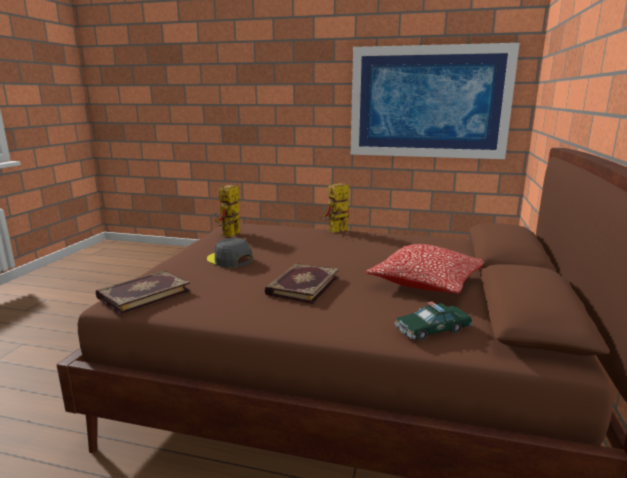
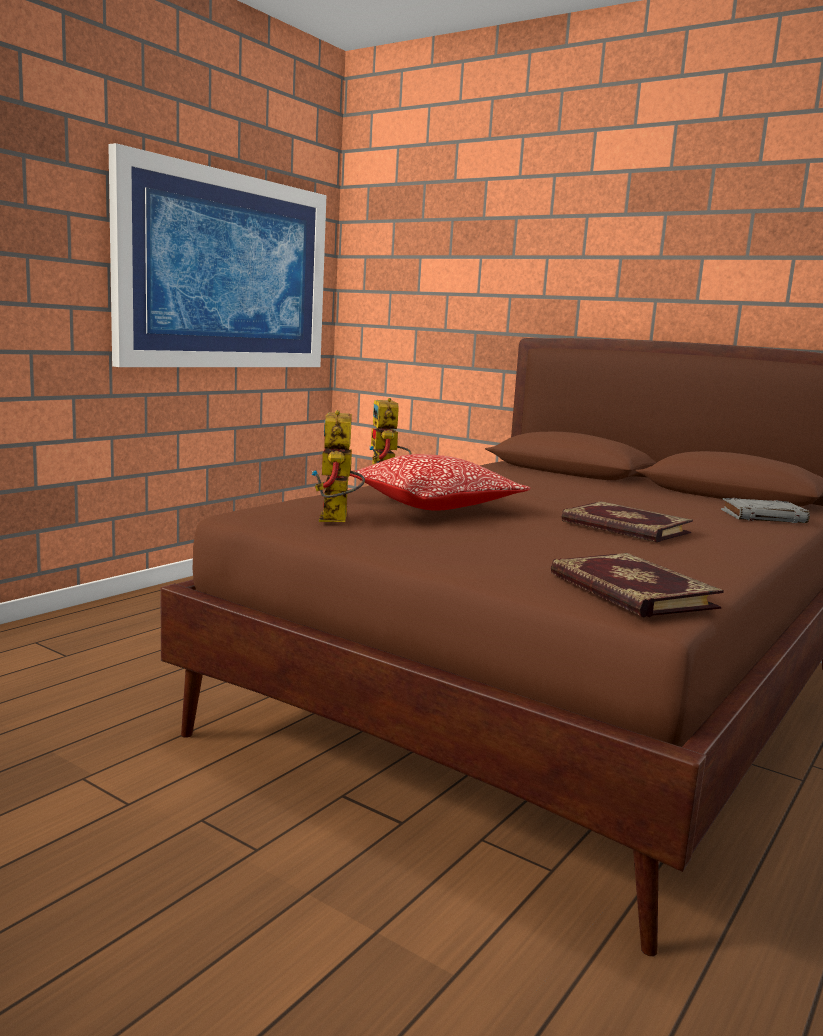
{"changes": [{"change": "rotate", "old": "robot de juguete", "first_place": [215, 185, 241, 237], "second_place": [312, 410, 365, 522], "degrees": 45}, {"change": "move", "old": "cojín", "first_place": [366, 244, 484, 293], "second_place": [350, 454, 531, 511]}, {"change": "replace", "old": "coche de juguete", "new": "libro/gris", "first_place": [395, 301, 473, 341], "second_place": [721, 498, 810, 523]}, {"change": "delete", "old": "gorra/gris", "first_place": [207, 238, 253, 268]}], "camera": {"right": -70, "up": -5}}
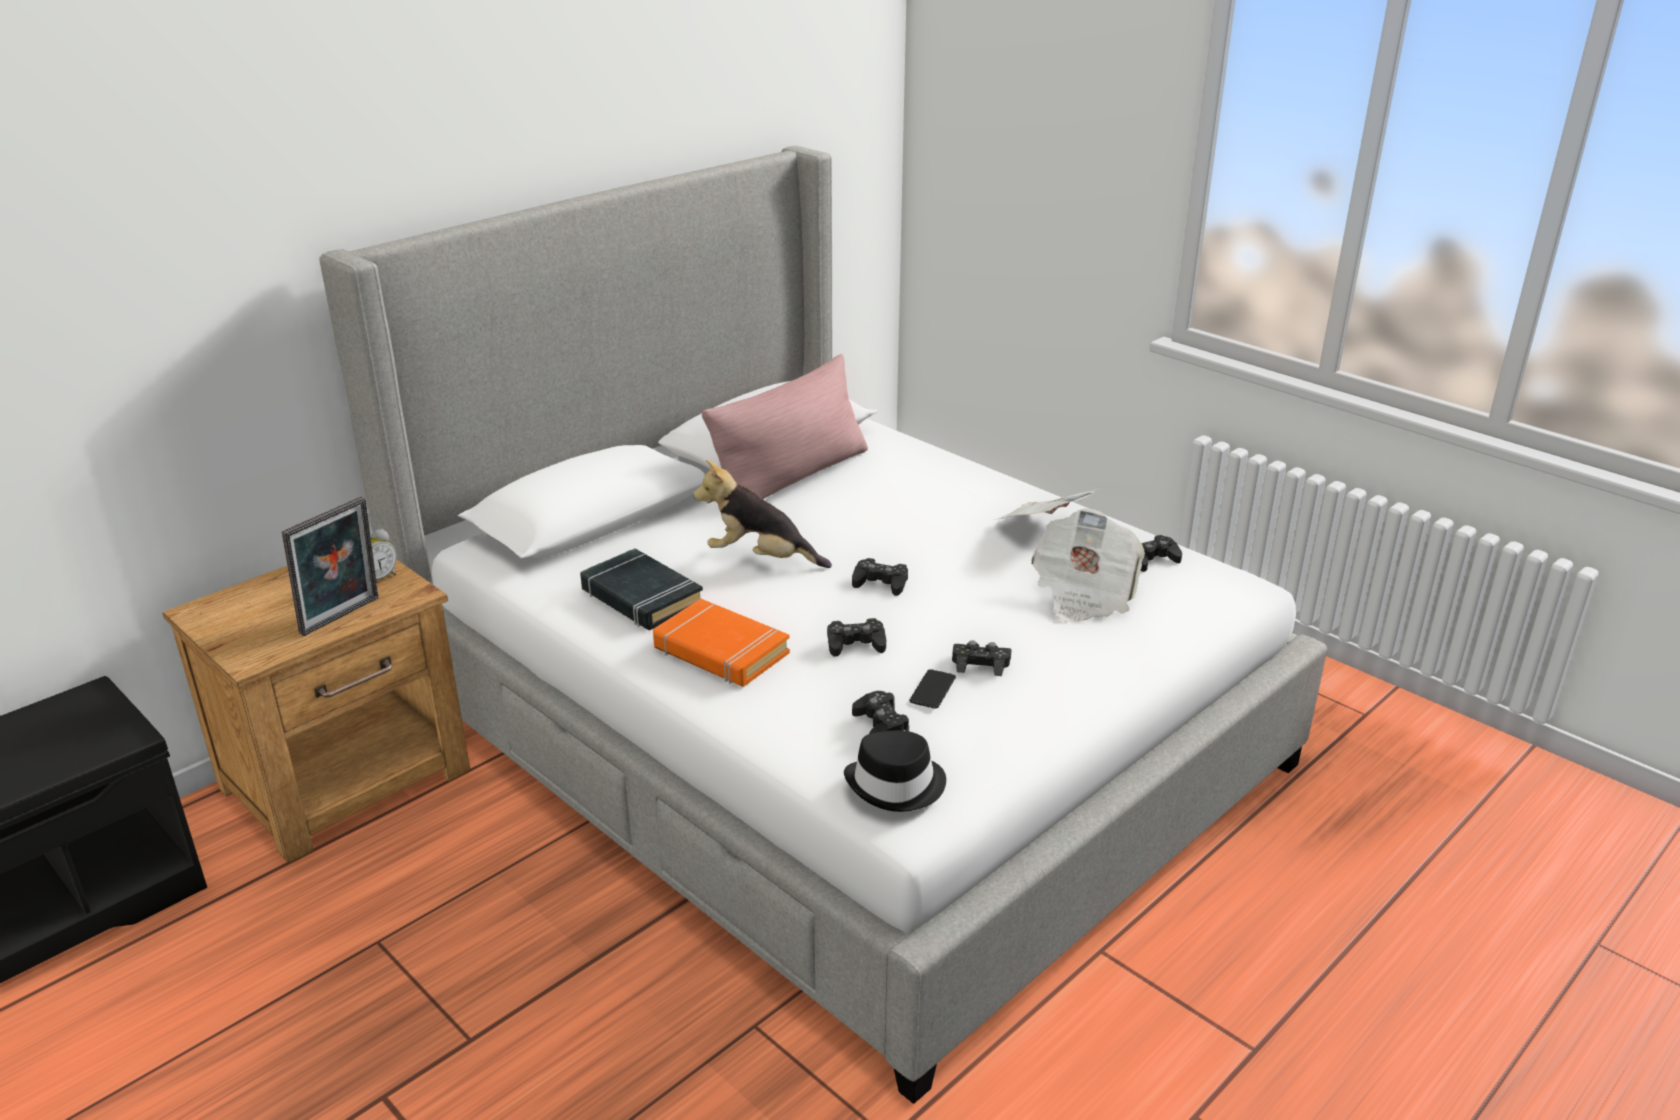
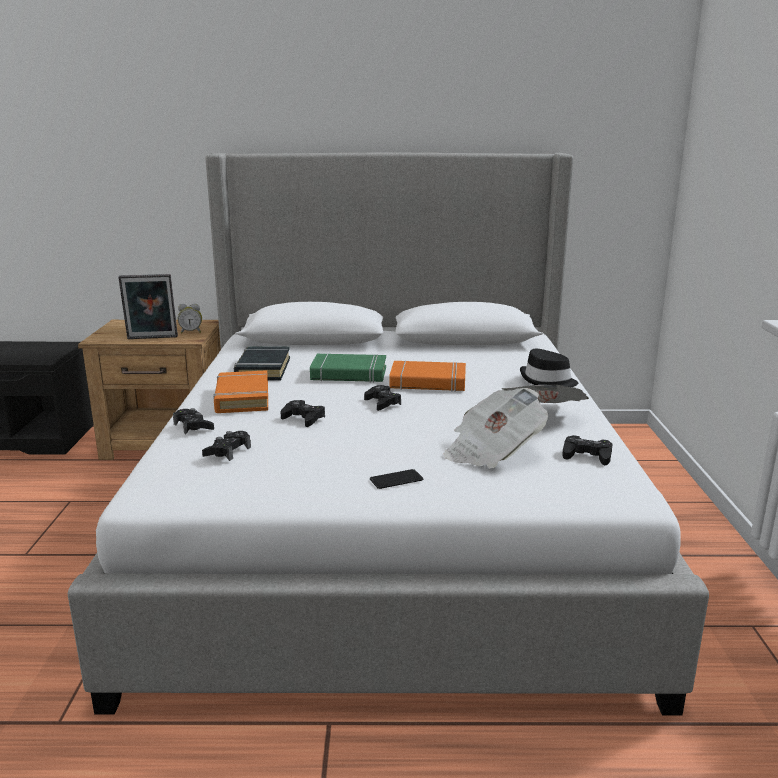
{"changes": [{"change": "move", "old": "mando de consola/negro", "first_place": [952, 640, 1012, 676], "second_place": [173, 408, 214, 434]}, {"change": "replace", "old": "peluche", "new": "libro/verde", "first_place": [693, 460, 832, 568], "second_place": [310, 354, 386, 383]}, {"change": "move", "old": "móvil", "first_place": [909, 669, 956, 708], "second_place": [370, 469, 423, 489]}, {"change": "insert", "new": "libro/naranja", "second_place": [389, 361, 466, 392]}, {"change": "move", "old": "sombrero/negro", "first_place": [844, 730, 946, 812], "second_place": [520, 349, 578, 387]}, {"change": "delete", "old": "cojín/rosa", "first_place": [702, 354, 868, 499]}], "camera": {"right": 45, "up": -10}}
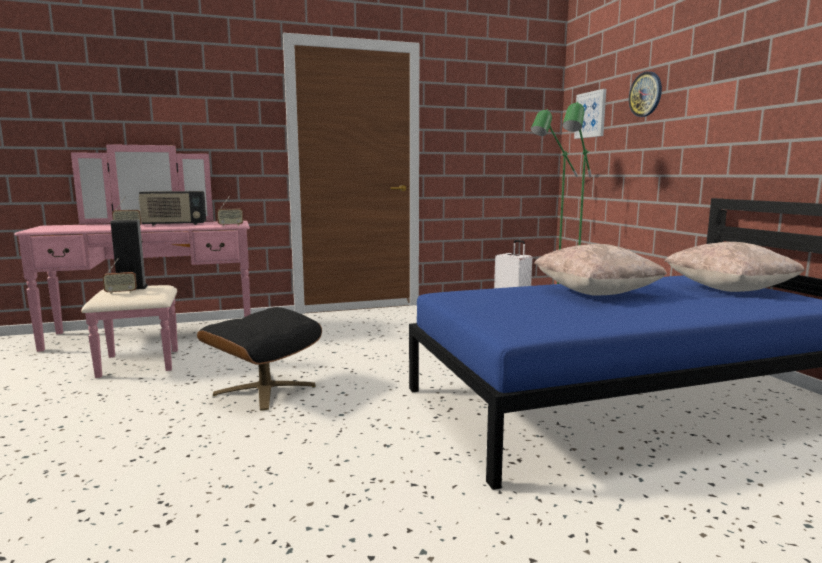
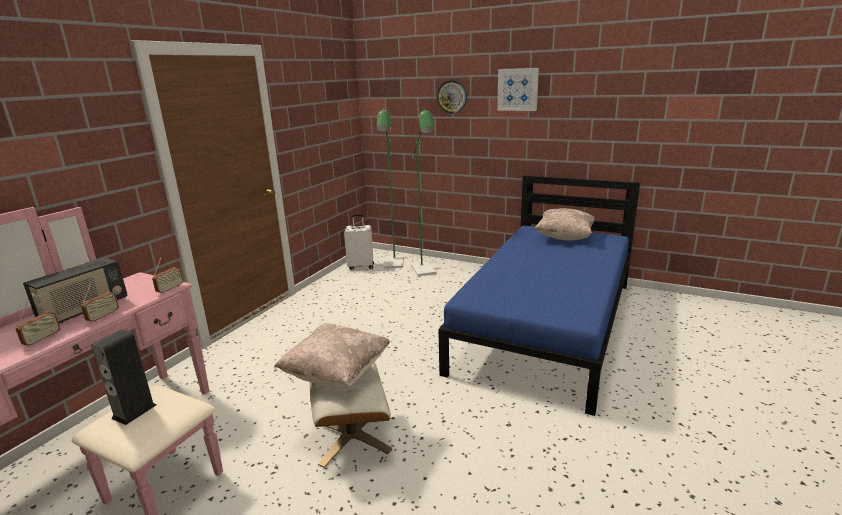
{"changes": [{"change": "move", "old": "radio", "first_place": [103, 258, 137, 294], "second_place": [81, 282, 119, 322]}, {"change": "move", "old": "cojín/beis", "first_place": [534, 244, 667, 295], "second_place": [274, 323, 390, 388]}, {"change": "recolor", "old": "puf/negro", "new": "puf/beis", "first_place": [197, 307, 322, 411], "second_place": [310, 362, 392, 468]}, {"change": "move", "old": "cuadro", "first_place": [574, 89, 606, 139], "second_place": [497, 68, 539, 111]}], "camera": {"right": -45, "up": 10}}
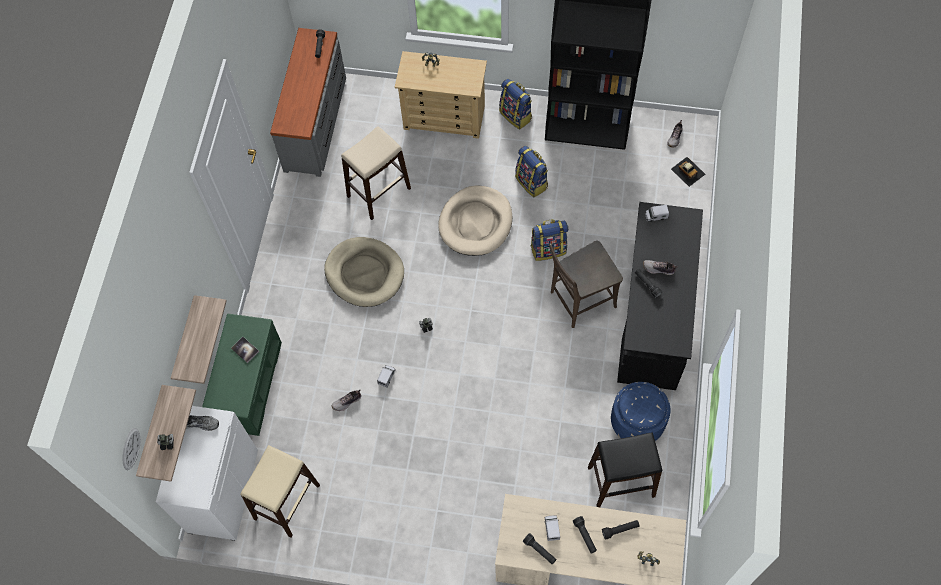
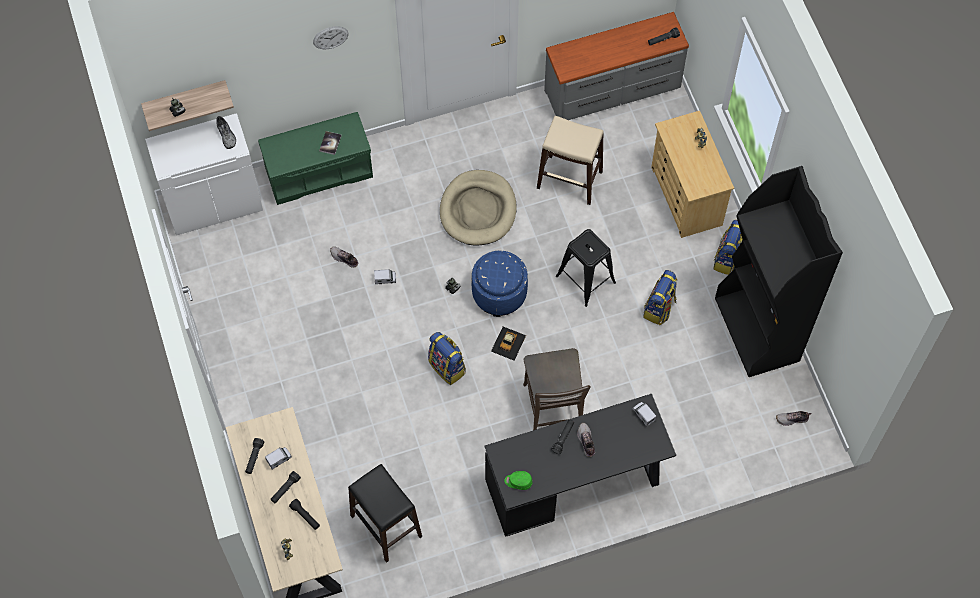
{"changes": [{"change": "move", "old": "reloj de pared", "first_place": [122, 428, 140, 470], "second_place": [313, 26, 349, 49]}, {"change": "move", "old": "mochila", "first_place": [531, 219, 568, 261], "second_place": [428, 332, 466, 385]}, {"change": "move", "old": "puf/azul", "first_place": [611, 382, 670, 441], "second_place": [472, 251, 528, 317]}, {"change": "move", "old": "coche de juguete", "first_place": [671, 157, 705, 187], "second_place": [491, 326, 526, 360]}, {"change": "insert", "new": "gorra/verde", "second_place": [504, 471, 533, 490]}, {"change": "rotate", "old": "silla/marrón", "first_place": [549, 241, 623, 328], "second_place": [523, 348, 591, 430], "degrees": -135}, {"change": "replace", "old": "cama para perro/beis", "new": "taburete/negro", "first_place": [438, 186, 512, 256], "second_place": [556, 229, 616, 307]}, {"change": "delete", "old": "estante", "first_place": [171, 295, 227, 384]}, {"change": "delete", "old": "taburete/beis", "first_place": [240, 445, 320, 538]}], "camera": {"right": 60, "up": 0}}
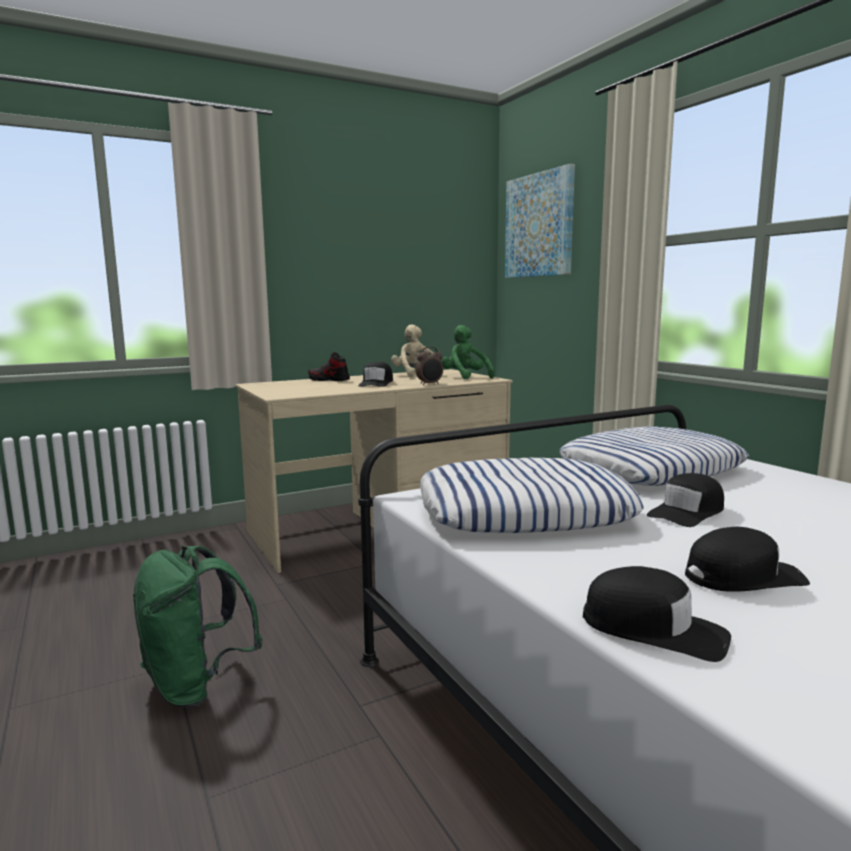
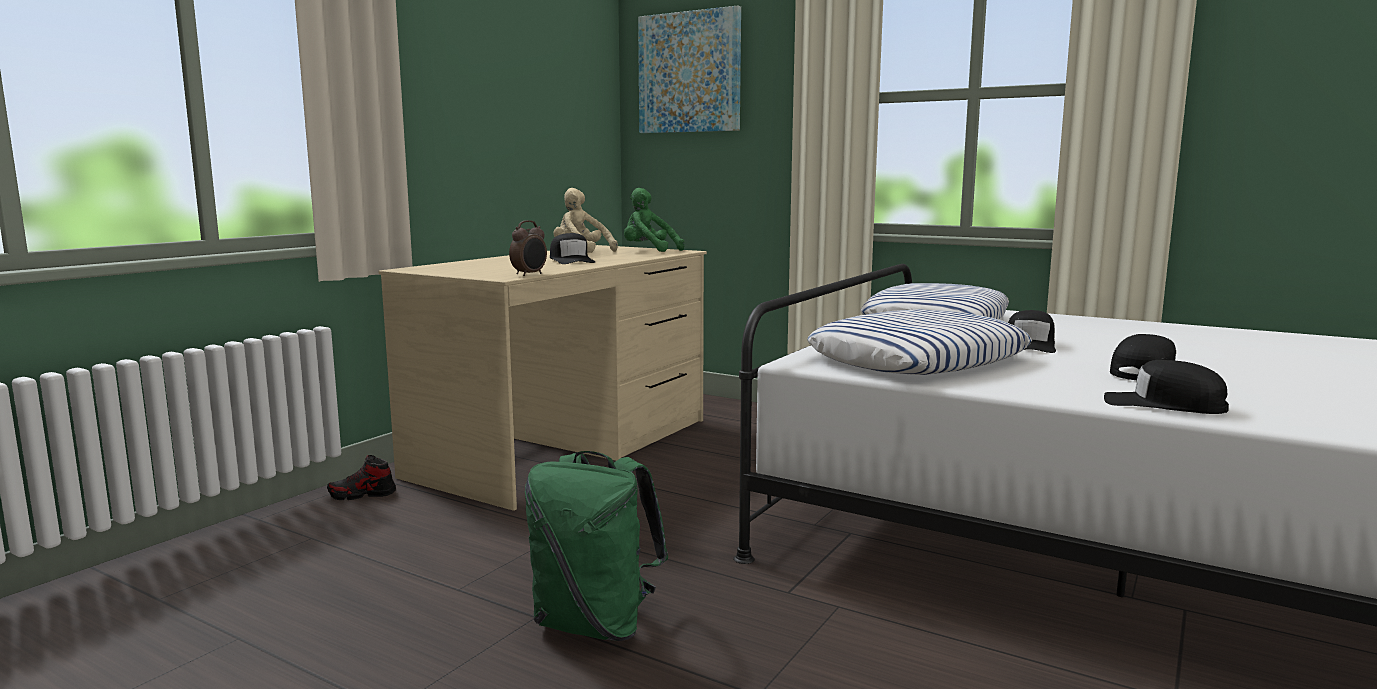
{"changes": [{"change": "move", "old": "zapato", "first_place": [308, 352, 350, 381], "second_place": [327, 455, 396, 500]}, {"change": "move", "old": "despertador", "first_place": [415, 347, 443, 385], "second_place": [509, 220, 547, 276]}, {"change": "rotate", "old": "gorra/negro", "first_place": [583, 566, 731, 662], "second_place": [1104, 360, 1229, 414], "degrees": -150}], "camera": {"right": -30, "up": 0}}
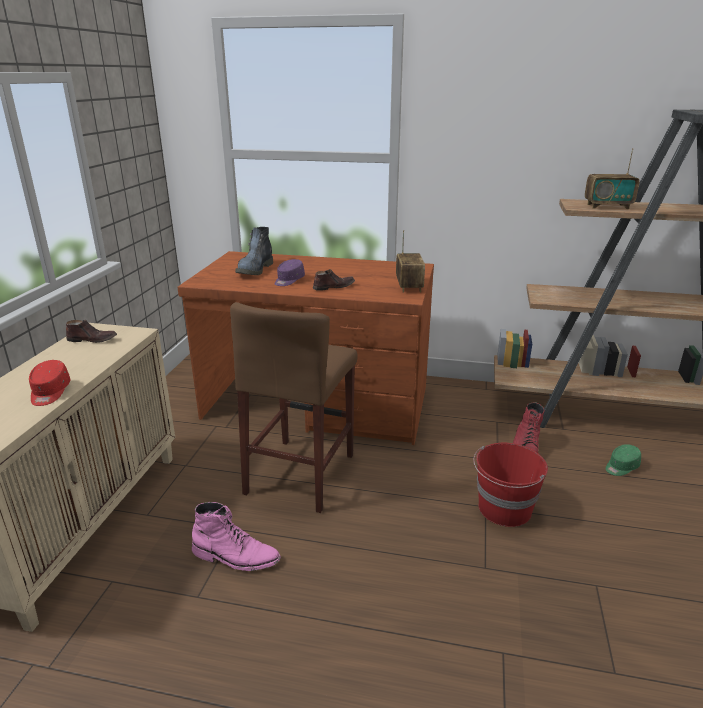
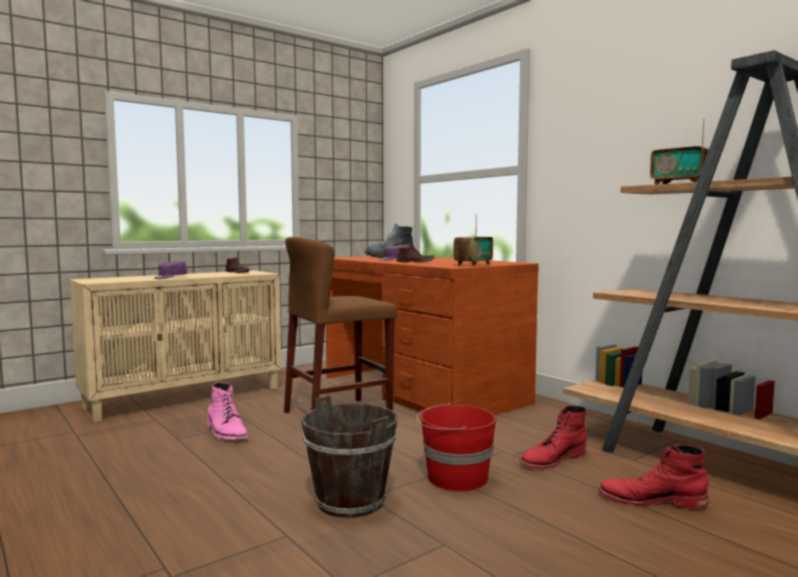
{"changes": [{"change": "recolor", "old": "gorra/rojo", "new": "gorra/morado", "first_place": [29, 360, 70, 406], "second_place": [153, 261, 188, 279]}, {"change": "insert", "new": "cubo/marrón", "second_place": [301, 395, 398, 518]}, {"change": "replace", "old": "gorra/verde", "new": "bota/rojo", "first_place": [606, 444, 641, 476], "second_place": [598, 445, 708, 509]}], "camera": {"right": 40, "up": -20}}
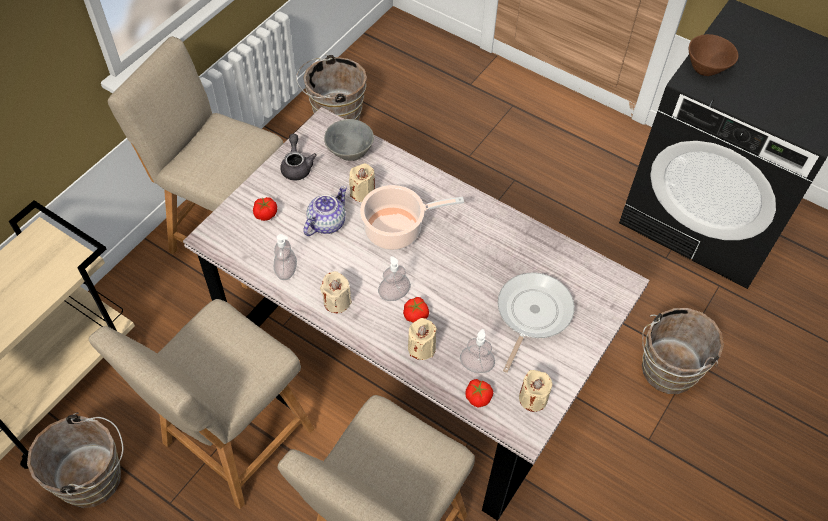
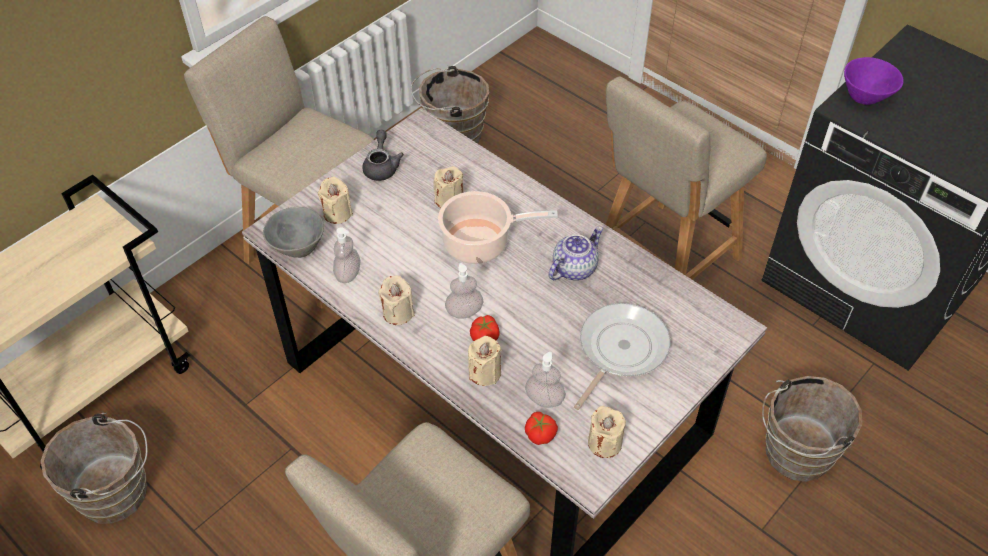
{"changes": [{"change": "move", "old": "cuenco/gris", "first_place": [324, 119, 374, 161], "second_place": [263, 207, 324, 258]}, {"change": "replace", "old": "tomate", "new": "vela/beis", "first_place": [253, 197, 277, 221], "second_place": [318, 177, 353, 224]}, {"change": "move", "old": "tetera", "first_place": [303, 186, 347, 236], "second_place": [549, 227, 603, 280]}, {"change": "move", "old": "silla/beis", "first_place": [89, 299, 315, 509], "second_place": [605, 77, 767, 280]}, {"change": "recolor", "old": "cuenco/marrón", "new": "cuenco/morado", "first_place": [689, 34, 739, 76], "second_place": [844, 57, 904, 105]}], "camera": {"right": 10, "up": -5}}
